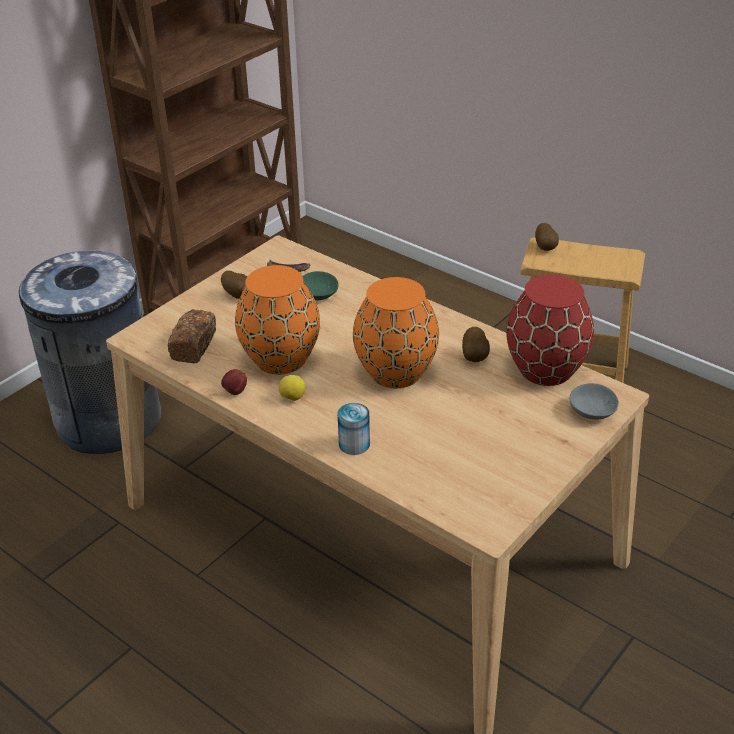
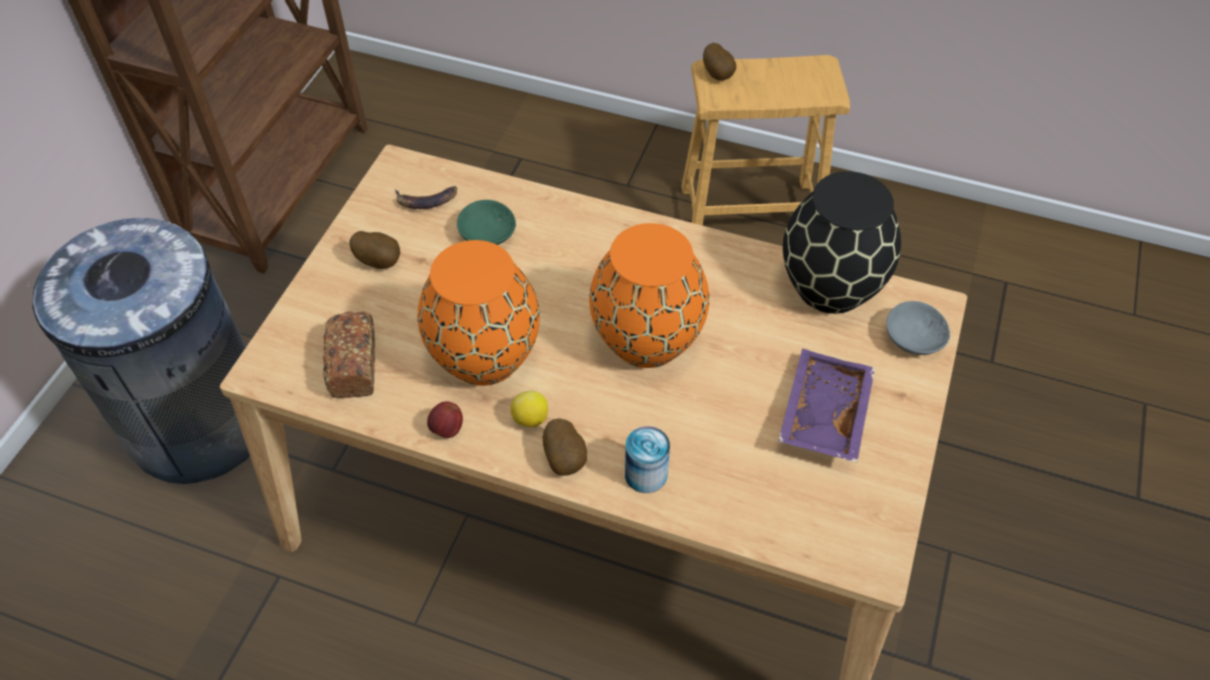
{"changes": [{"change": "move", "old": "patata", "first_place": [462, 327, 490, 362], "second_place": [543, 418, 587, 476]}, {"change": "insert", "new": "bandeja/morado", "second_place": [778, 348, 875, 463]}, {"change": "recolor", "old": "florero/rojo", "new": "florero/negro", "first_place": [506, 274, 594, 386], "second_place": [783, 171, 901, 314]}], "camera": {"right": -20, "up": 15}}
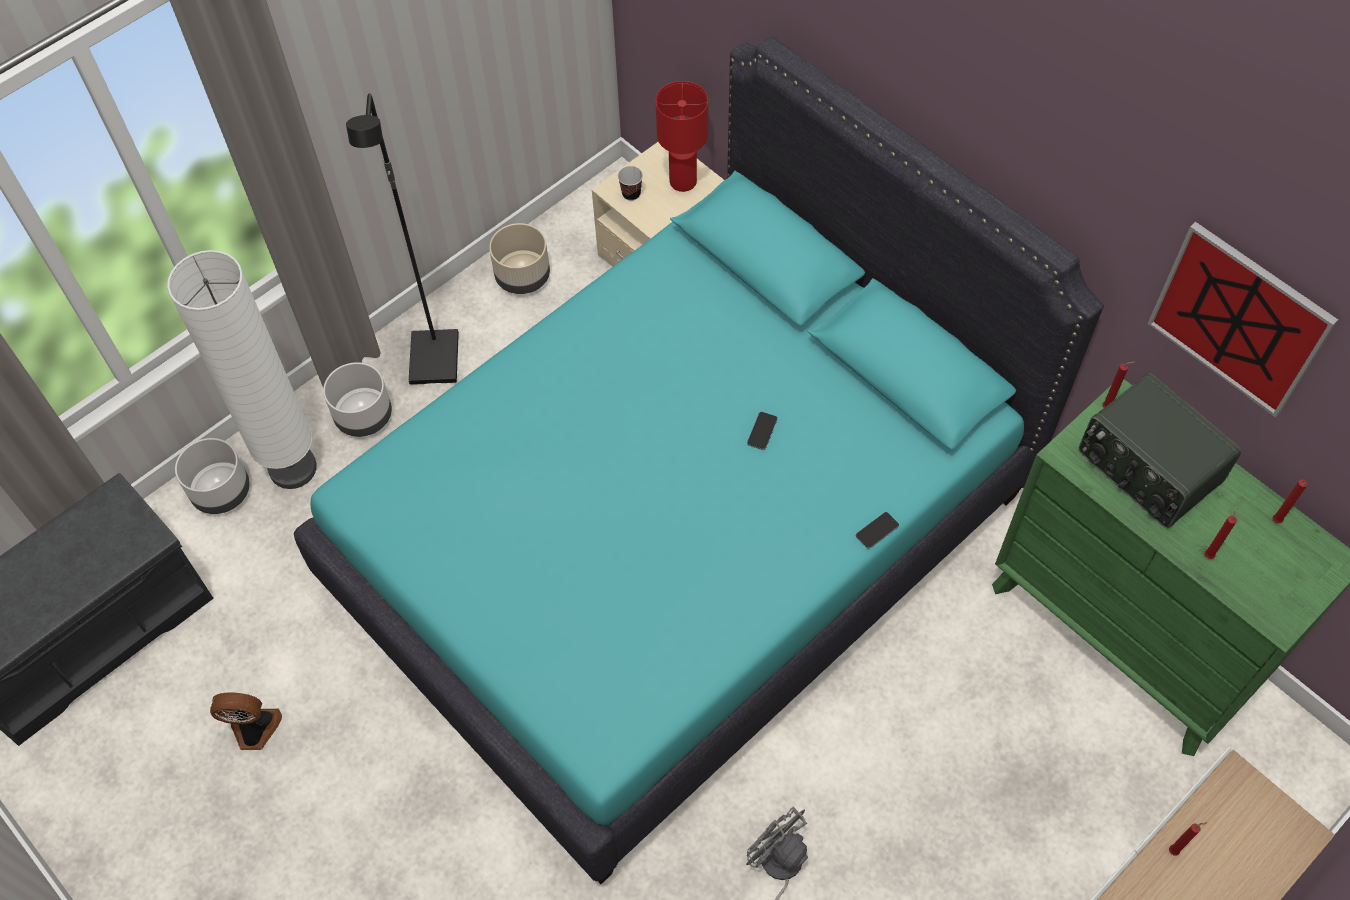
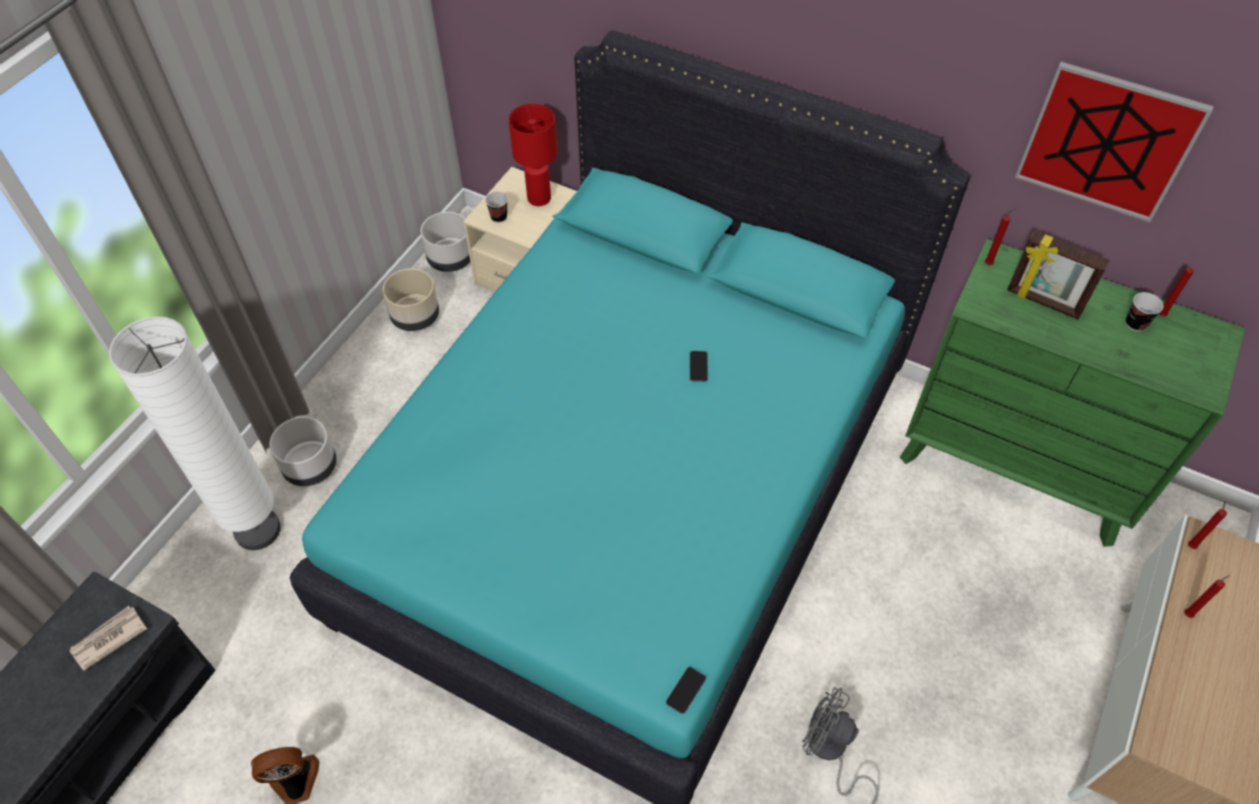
{"changes": [{"change": "insert", "new": "periódico", "second_place": [69, 606, 147, 671]}, {"change": "move", "old": "maceta/gris", "first_place": [175, 438, 250, 514], "second_place": [421, 212, 470, 272]}, {"change": "move", "old": "móvil", "first_place": [856, 512, 899, 548], "second_place": [666, 667, 706, 714]}, {"change": "replace", "old": "radio", "new": "portarretratos", "first_place": [1079, 373, 1241, 528], "second_place": [1007, 230, 1110, 319]}, {"change": "insert", "new": "taza", "second_place": [1126, 292, 1163, 331]}, {"change": "move", "old": "vela/rojo", "first_place": [1205, 508, 1238, 559], "second_place": [1188, 501, 1227, 549]}, {"change": "delete", "old": "lámpara de pie/negro", "first_place": [346, 93, 459, 385]}], "camera": {"right": -20, "up": -5}}
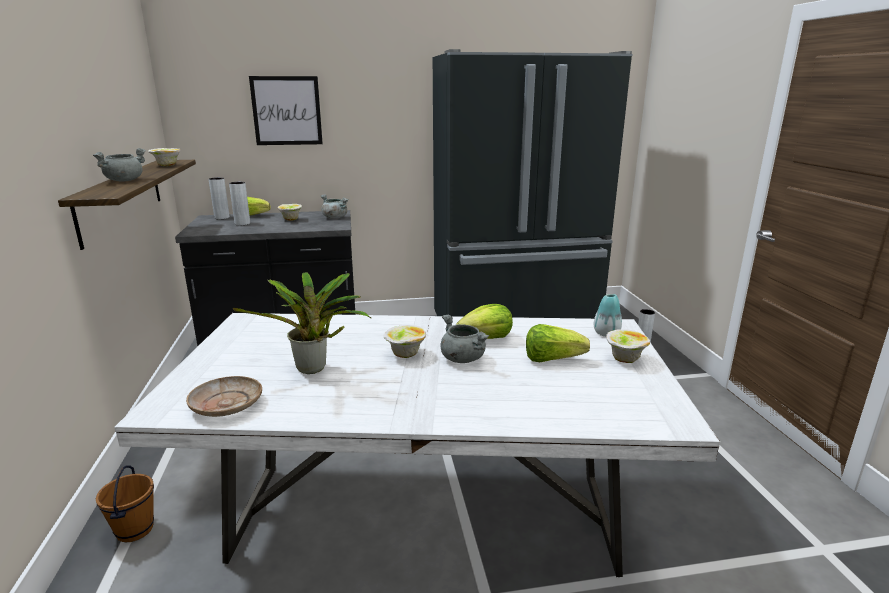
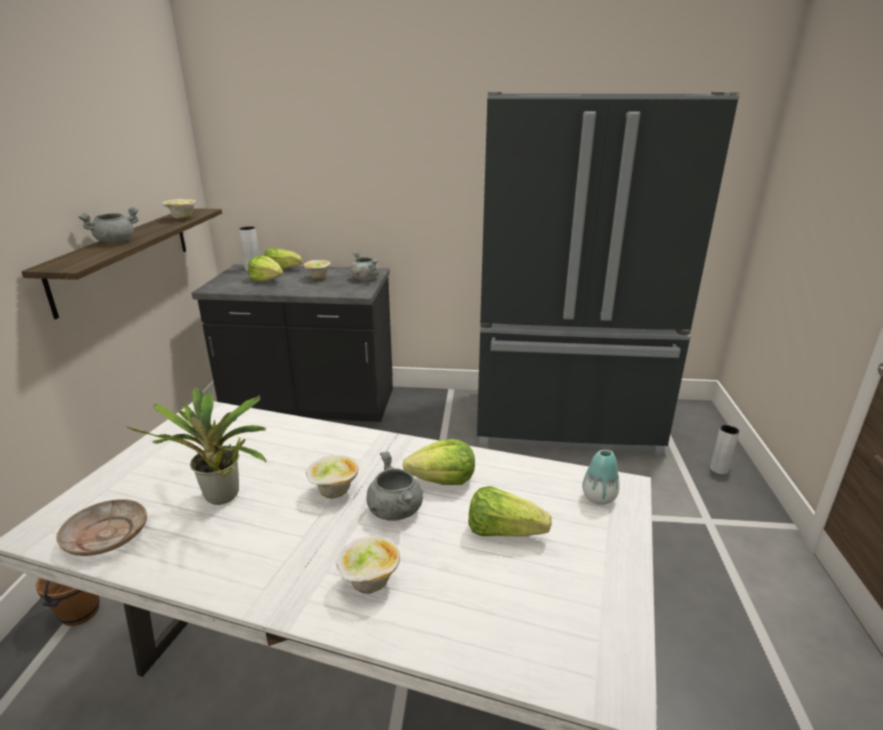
{"changes": [{"change": "replace", "old": "florero/gris", "new": "lechuga", "first_place": [229, 182, 250, 225], "second_place": [248, 255, 283, 282]}, {"change": "move", "old": "cuenco", "first_place": [606, 329, 650, 363], "second_place": [335, 536, 400, 594]}, {"change": "delete", "old": "cuadro", "first_place": [249, 76, 323, 145]}], "camera": {"right": 15, "up": 5}}
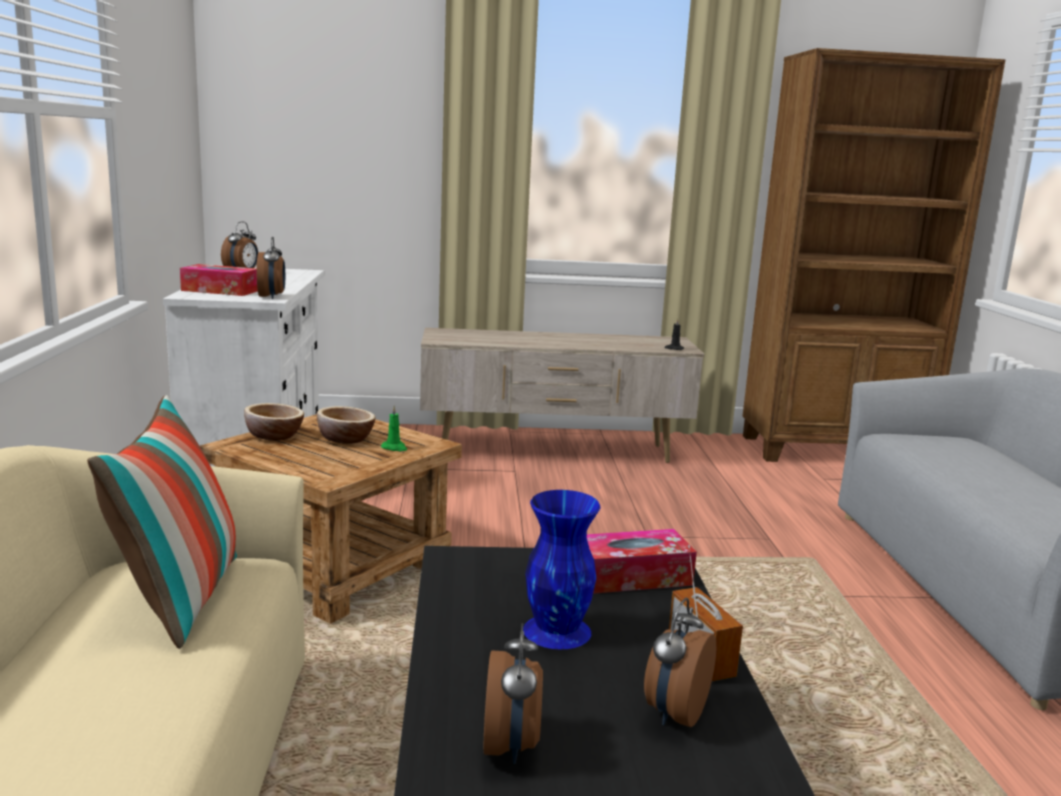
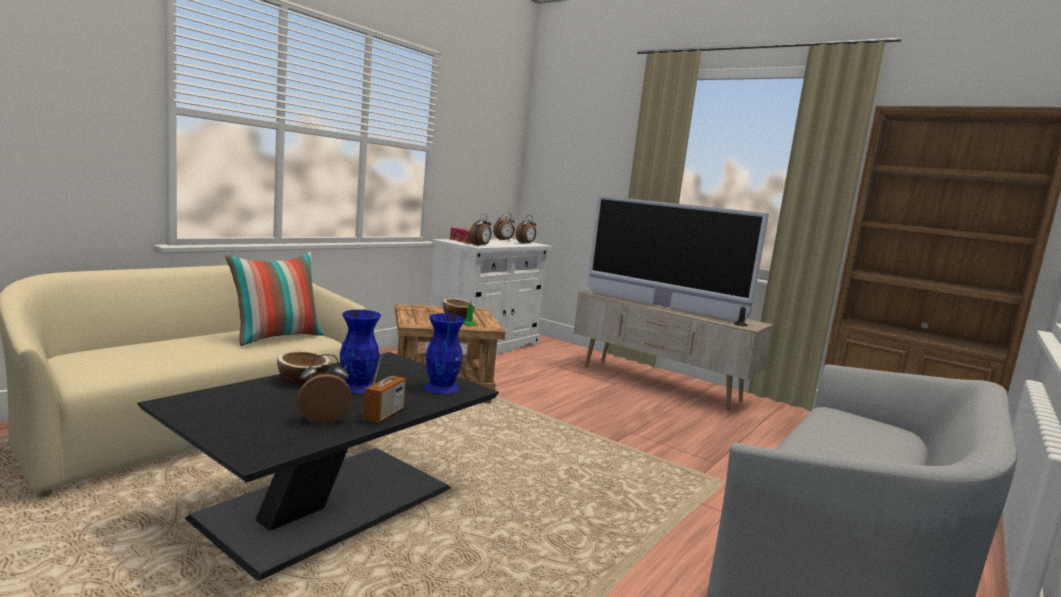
{"changes": [{"change": "move", "old": "cuenco", "first_place": [244, 403, 304, 440], "second_place": [277, 351, 330, 385]}, {"change": "replace", "old": "caja de pañuelos", "new": "florero/azul", "first_place": [587, 529, 697, 594], "second_place": [424, 313, 465, 394]}, {"change": "move", "old": "despertador", "first_place": [484, 623, 543, 764], "second_place": [516, 215, 536, 244]}, {"change": "insert", "new": "televisor", "second_place": [588, 195, 769, 322]}], "camera": {"right": 40, "up": -5}}
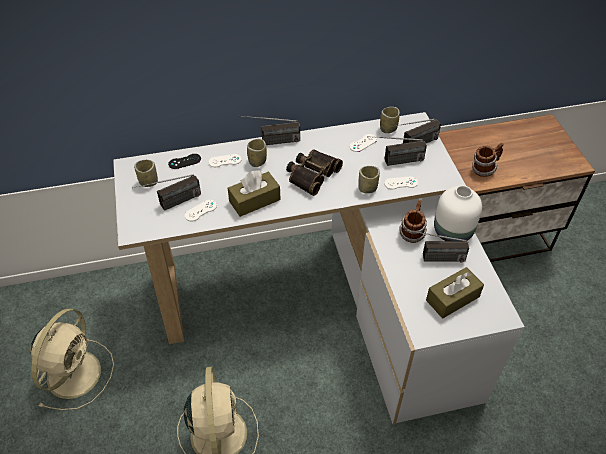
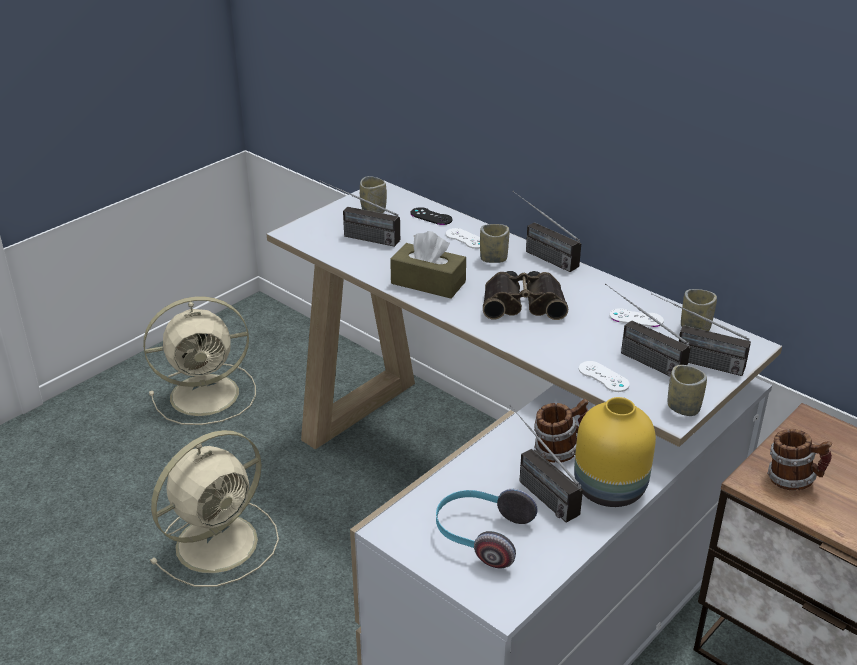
{"changes": [{"change": "replace", "old": "caja de pañuelos/marrón", "new": "auriculares", "first_place": [426, 267, 484, 318], "second_place": [436, 489, 538, 568]}, {"change": "recolor", "old": "florero/blanco", "new": "florero/amarillo", "first_place": [434, 185, 482, 241], "second_place": [574, 397, 656, 507]}, {"change": "move", "old": "taza", "first_place": [358, 166, 380, 193], "second_place": [668, 365, 707, 416]}, {"change": "delete", "old": "mando de consola/blanco", "first_place": [185, 200, 217, 221]}], "camera": {"right": 55, "up": -15}}
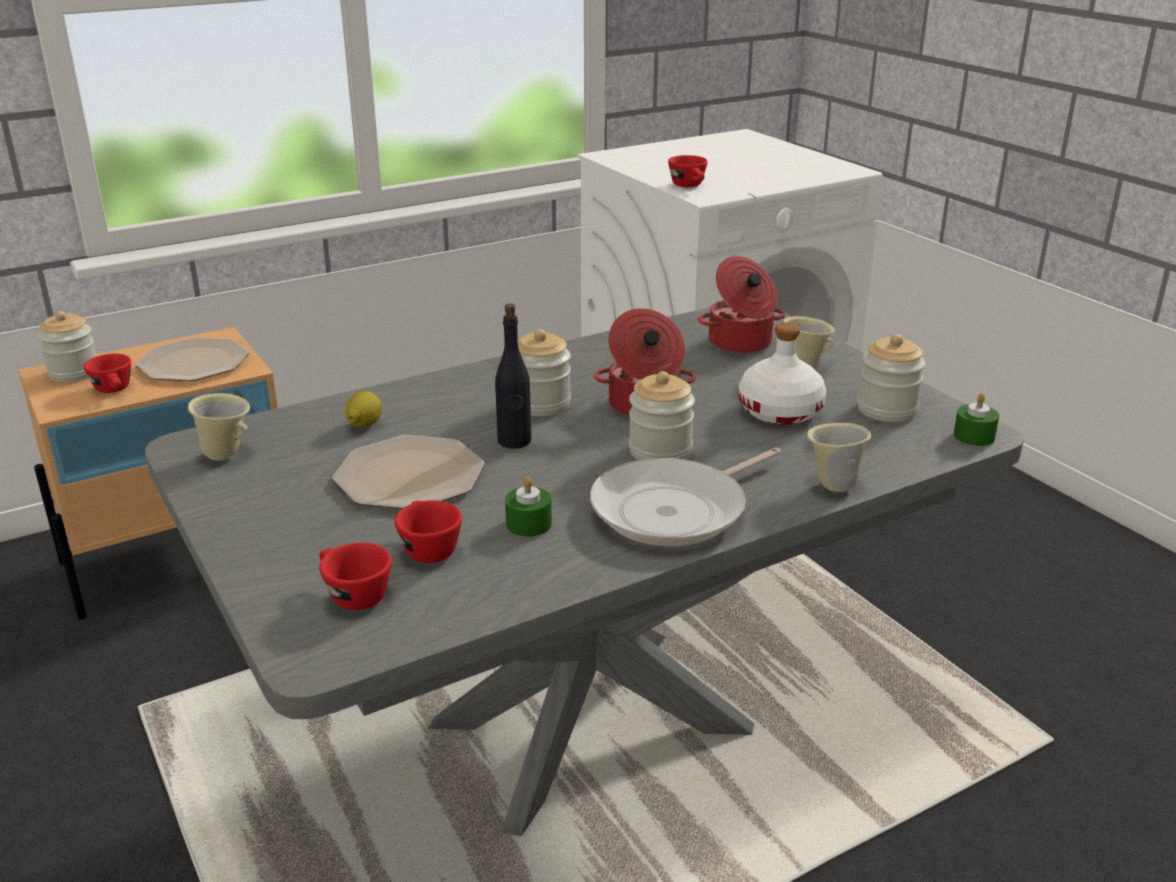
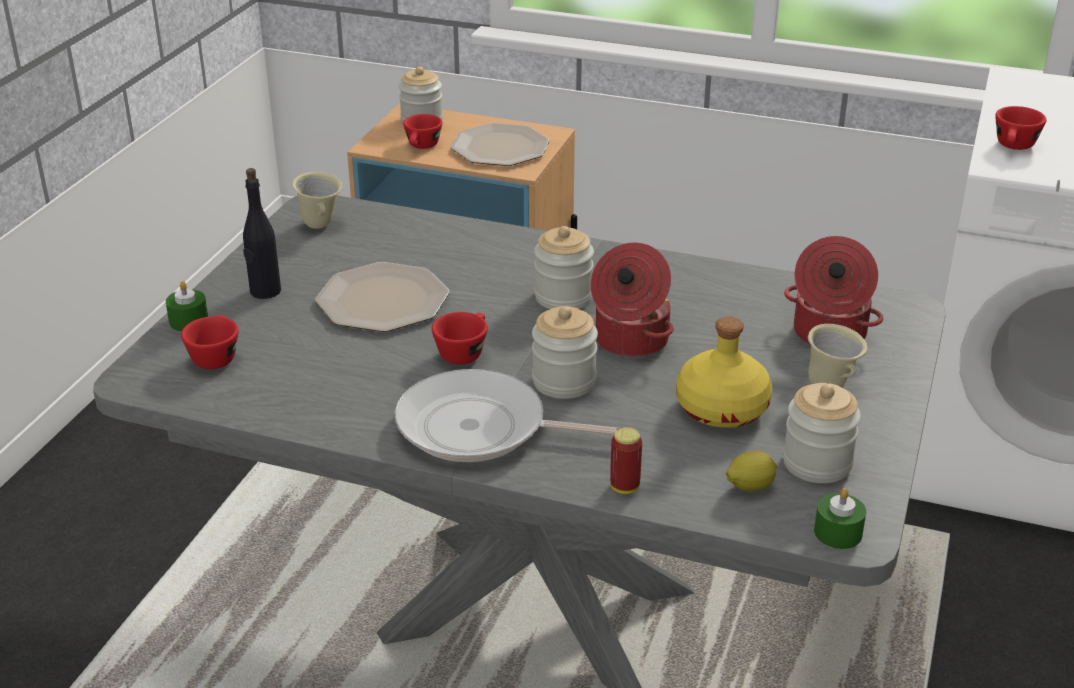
{"changes": [{"change": "move", "old": "vela/verde", "first_place": [505, 476, 552, 537], "second_place": [166, 281, 208, 331]}, {"change": "move", "old": "botella/negro", "first_place": [495, 304, 531, 449], "second_place": [243, 168, 281, 299]}, {"change": "move", "old": "taza/rojo", "first_place": [395, 500, 462, 563], "second_place": [432, 312, 488, 364]}, {"change": "replace", "old": "taza grande/beis", "new": "lata", "first_place": [807, 423, 871, 492], "second_place": [610, 427, 642, 494]}, {"change": "recolor", "old": "botella/blanco", "new": "botella/amarillo", "first_place": [738, 322, 826, 425], "second_place": [676, 317, 773, 428]}, {"change": "move", "old": "limón", "first_place": [345, 391, 382, 427], "second_place": [726, 451, 777, 492]}], "camera": {"right": 50, "up": 5}}
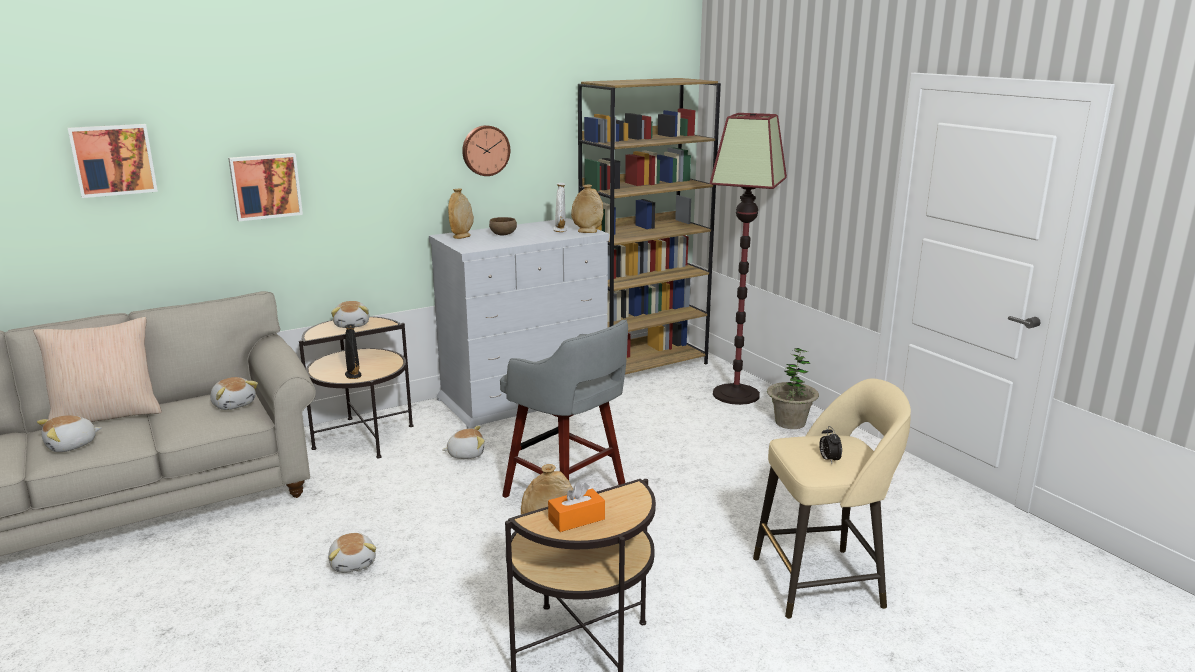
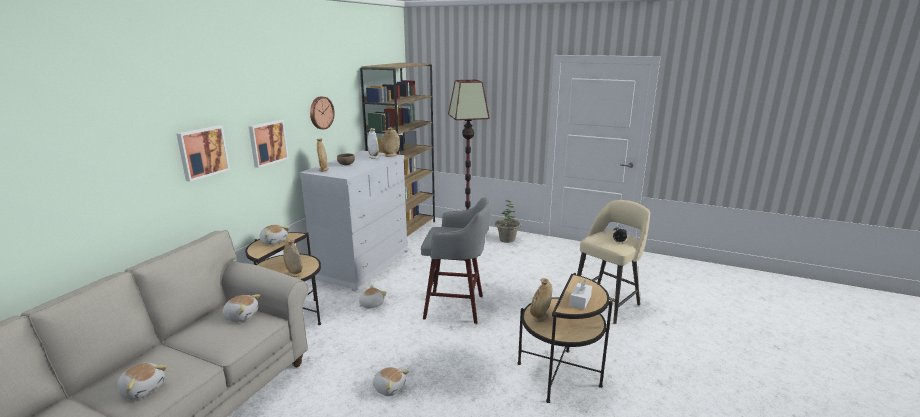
{"changes": [{"change": "rotate", "old": "peluche", "first_place": [37, 415, 102, 452], "second_place": [117, 363, 167, 399], "degrees": -75}, {"change": "move", "old": "cuadro", "first_place": [68, 124, 158, 198], "second_place": [248, 120, 289, 168]}, {"change": "recolor", "old": "florero/negro", "new": "florero/beis", "first_place": [345, 324, 361, 379], "second_place": [283, 240, 303, 277]}, {"change": "recolor", "old": "caja de pañuelos/naranja", "new": "caja de pañuelos/blanco", "first_place": [548, 482, 605, 532], "second_place": [570, 280, 592, 309]}, {"change": "delete", "old": "cojín/beis", "first_place": [33, 317, 162, 422]}], "camera": {"right": -35, "up": 0}}
